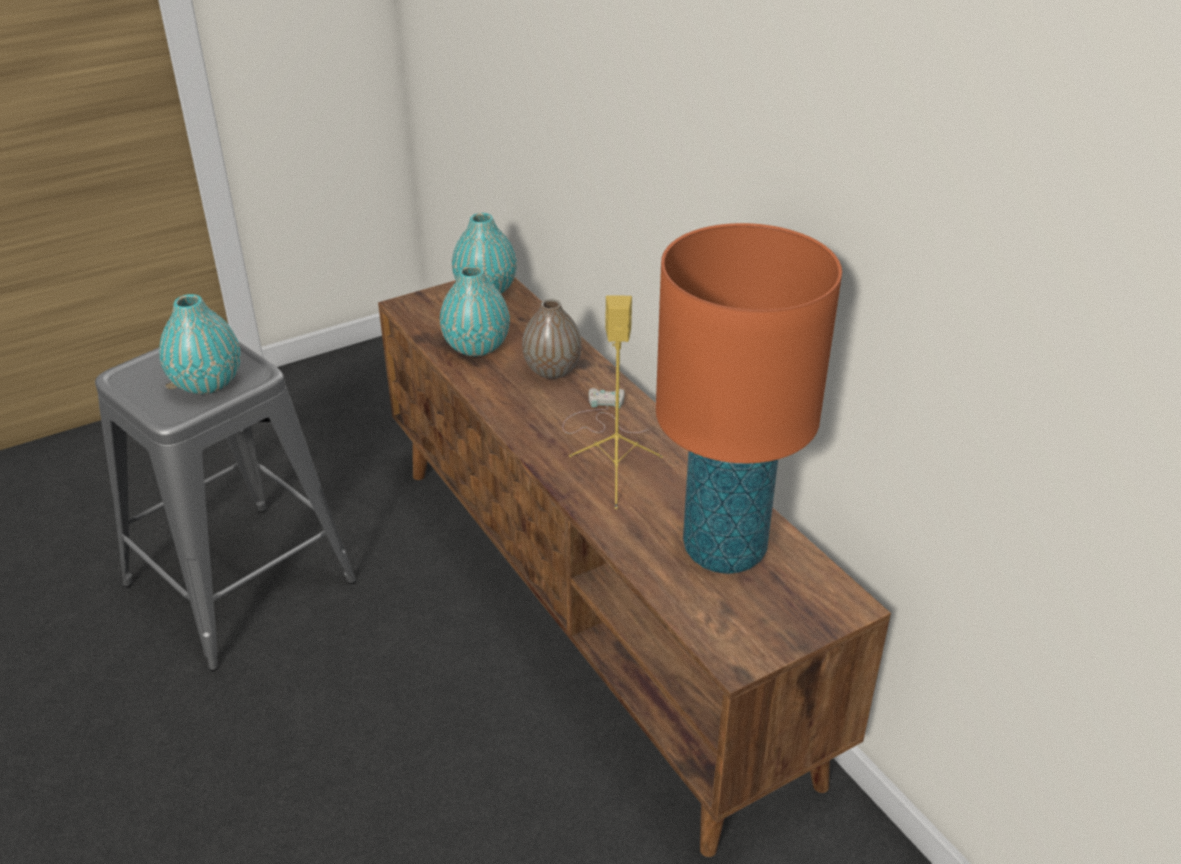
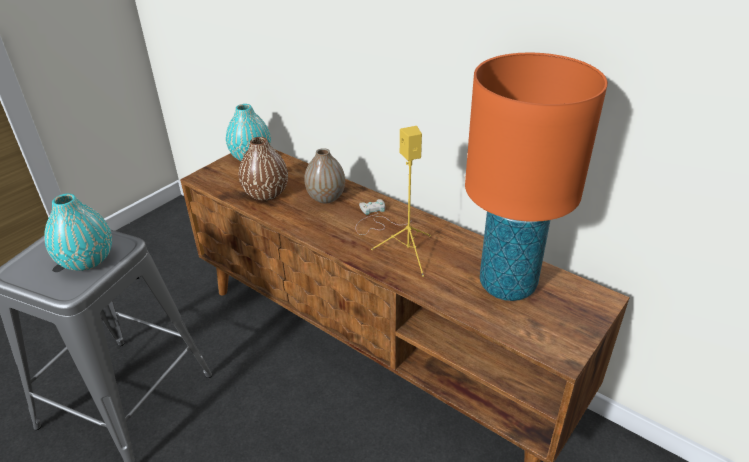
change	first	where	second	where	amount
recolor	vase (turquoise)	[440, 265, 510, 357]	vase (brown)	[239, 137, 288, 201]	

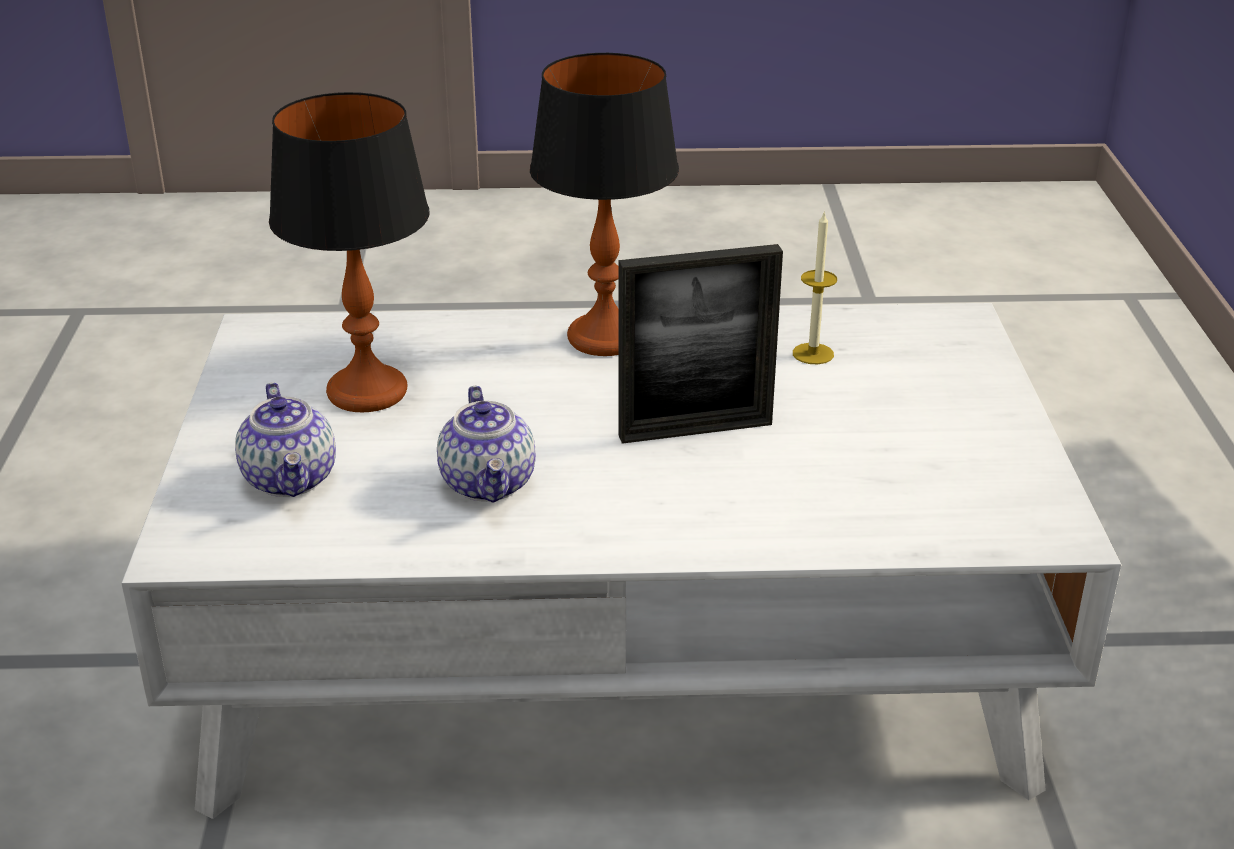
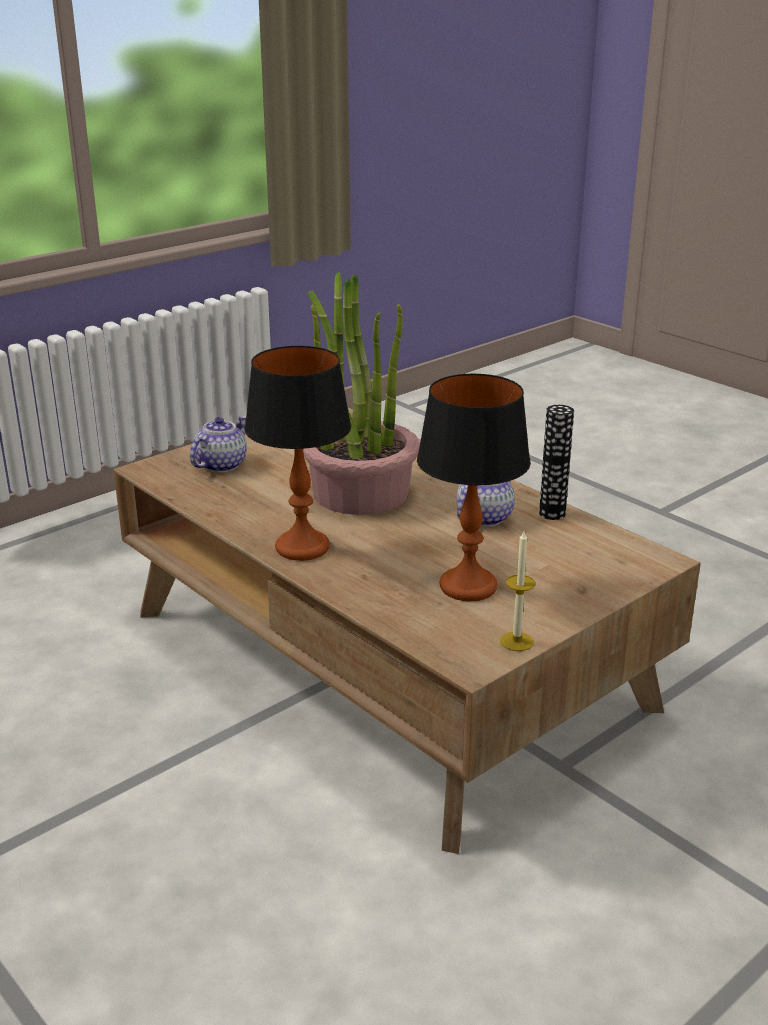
change	first	where	second	where	amount
move	candle	[793, 211, 837, 364]		[500, 531, 535, 651]	
replace	picture frame	[618, 244, 783, 444]	potted plant	[303, 272, 420, 515]	
recolor	coffee table (white)	[121, 303, 1121, 819]	coffee table (brown)	[113, 408, 701, 854]	
move	teapot	[235, 382, 336, 497]		[190, 416, 247, 473]	
insert			vase	[539, 405, 574, 520]	

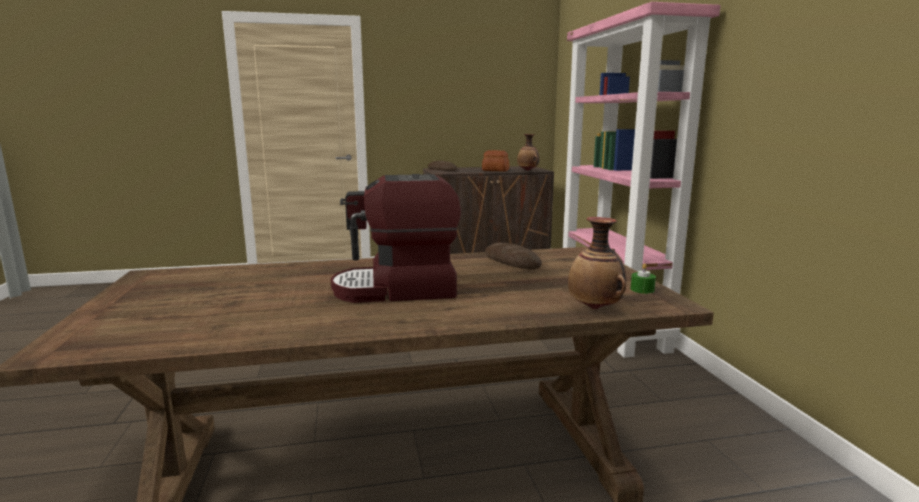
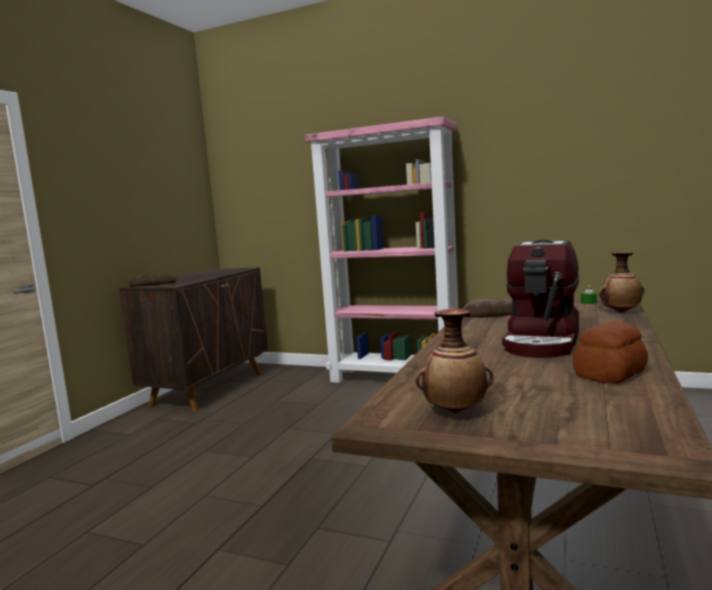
change	first	where	second	where	amount
move	vase	[517, 134, 539, 171]		[416, 309, 494, 413]	
move	bread	[482, 150, 509, 172]		[573, 321, 648, 384]	

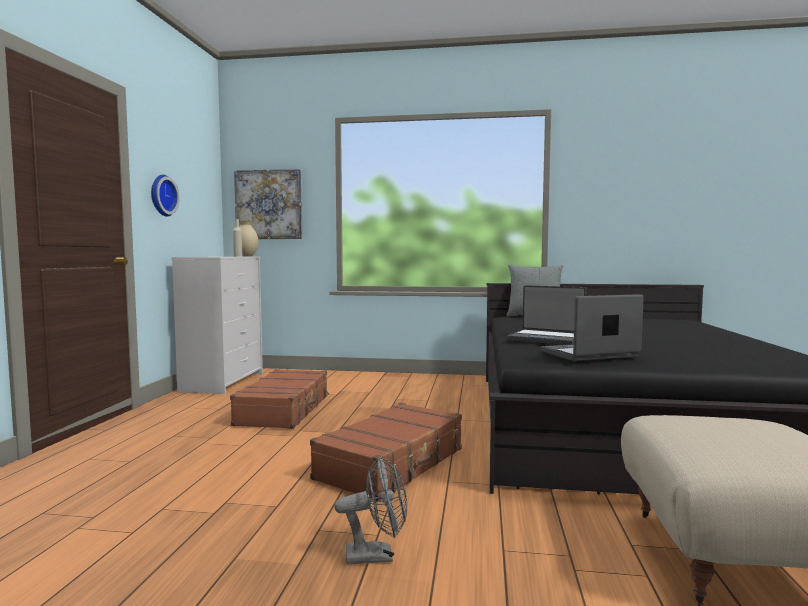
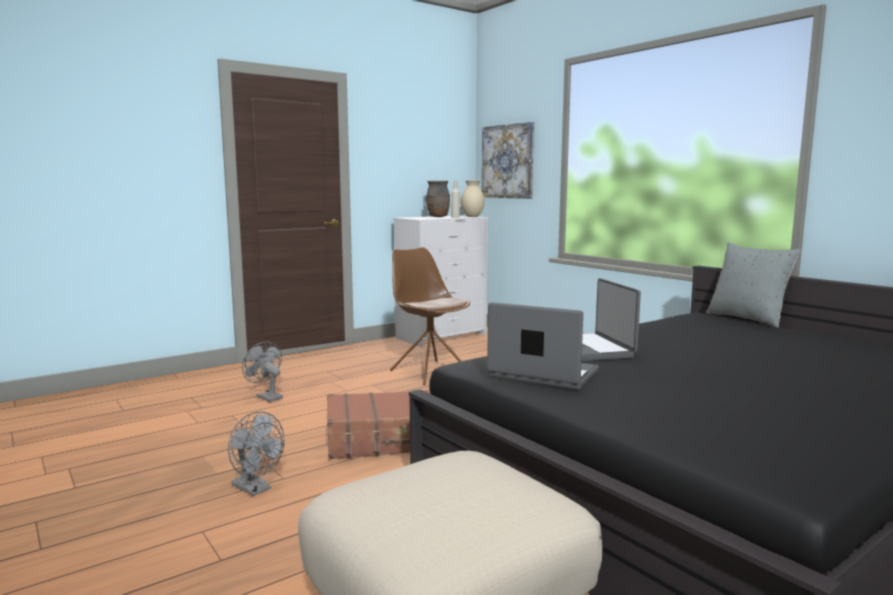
change	first	where	second	where	amount
delete	wall clock	[151, 175, 180, 217]			
replace	suitcase (brown)	[230, 369, 329, 429]	chair (brown)	[390, 247, 470, 385]	
insert			vase (brown)	[426, 181, 450, 217]	
insert			fan (grey)	[242, 342, 283, 402]	

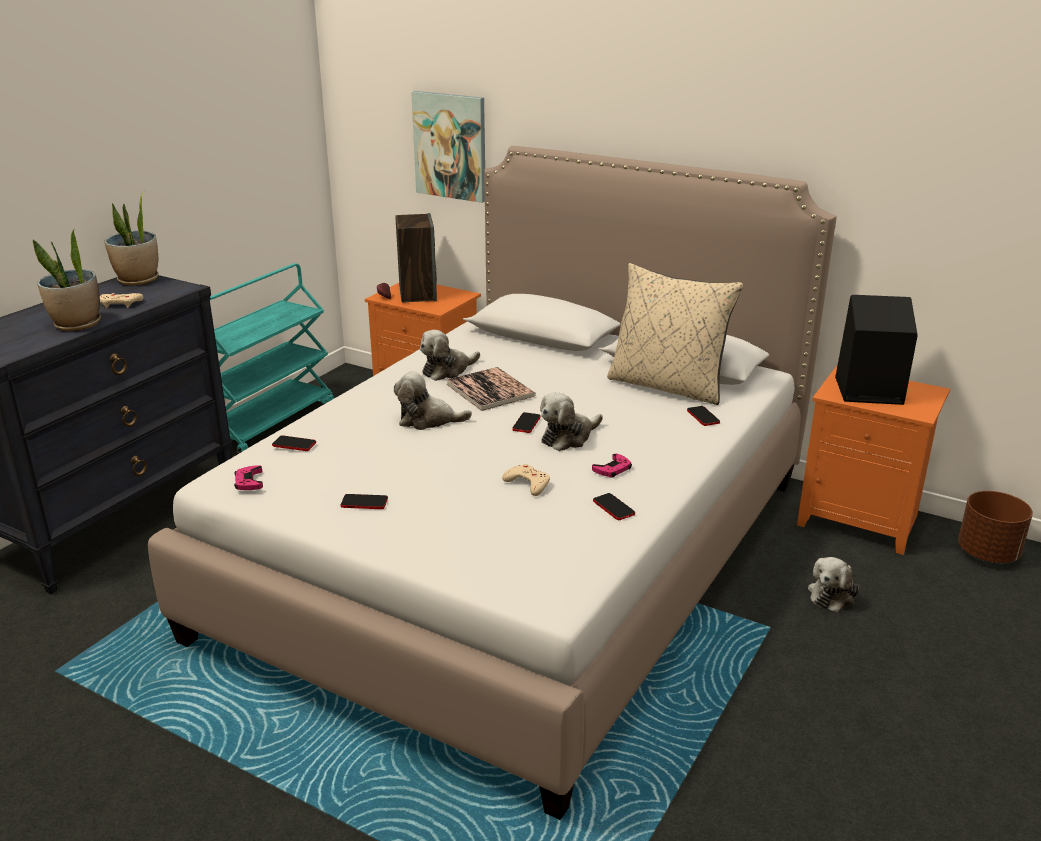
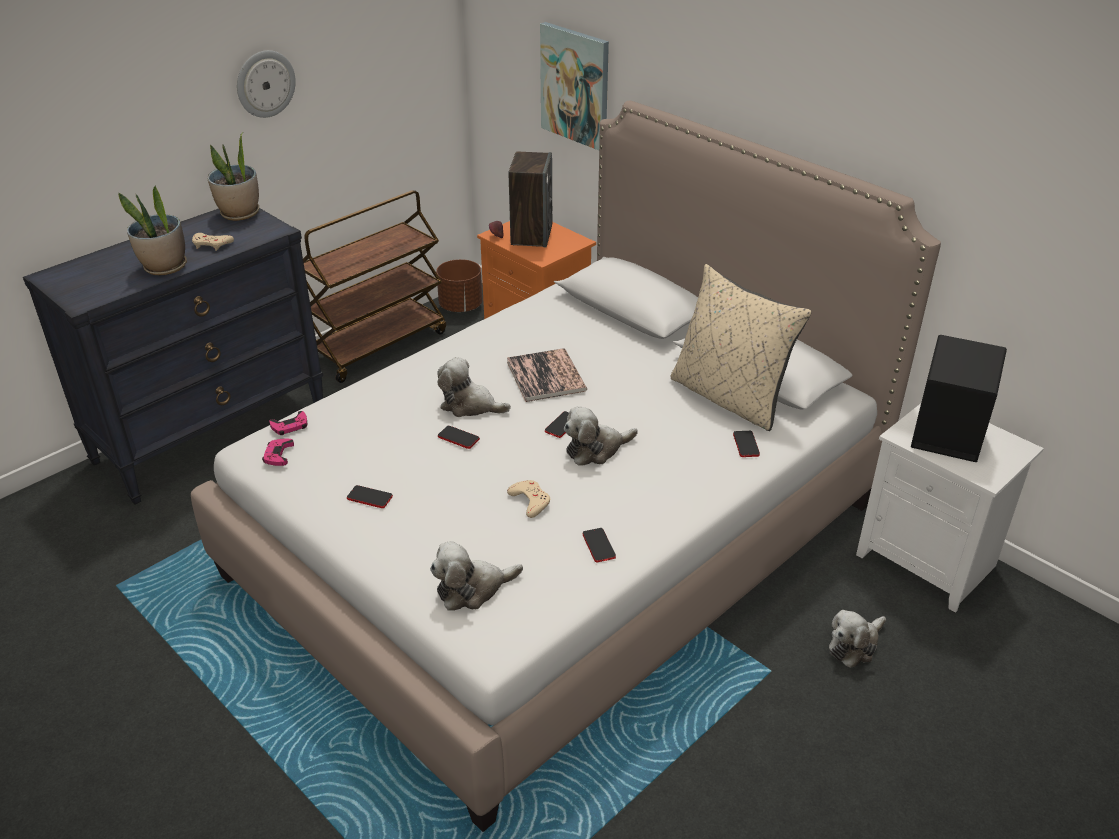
change	first	where	second	where	amount
recolor	cart (turquoise)	[210, 263, 334, 455]	cart (brown)	[303, 190, 446, 383]	
move	plush toy	[420, 330, 480, 381]		[430, 541, 523, 611]	
recolor	nightstand (orange)	[797, 366, 950, 555]	nightstand (white)	[856, 404, 1044, 613]	
move	phone	[272, 435, 316, 451]		[438, 426, 480, 449]	
move	game controller (pink)	[592, 454, 632, 478]		[270, 411, 307, 435]	
move	planter (brown)	[958, 491, 1033, 563]		[436, 259, 483, 312]	
insert			wall clock	[237, 50, 296, 118]	

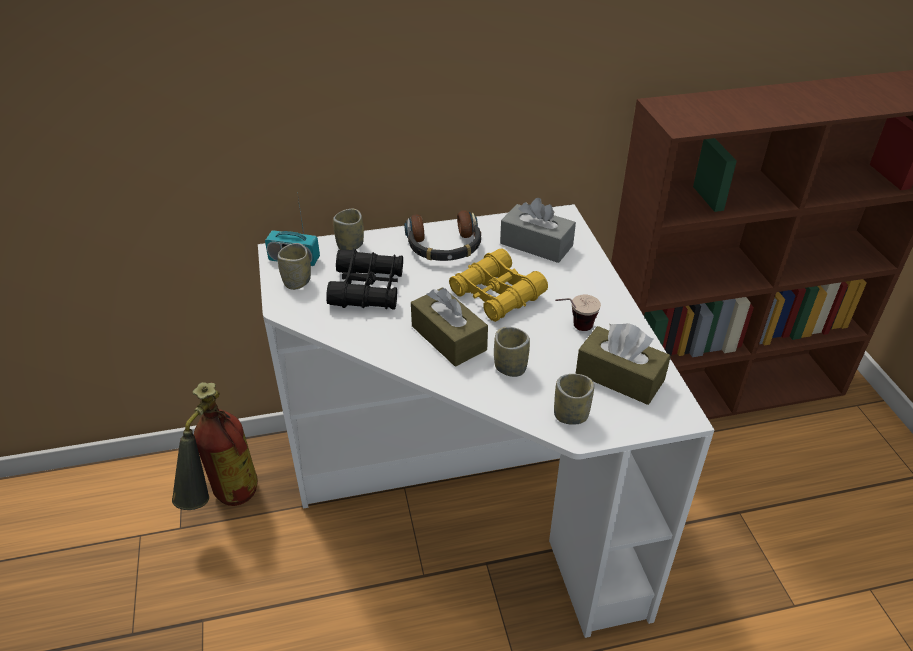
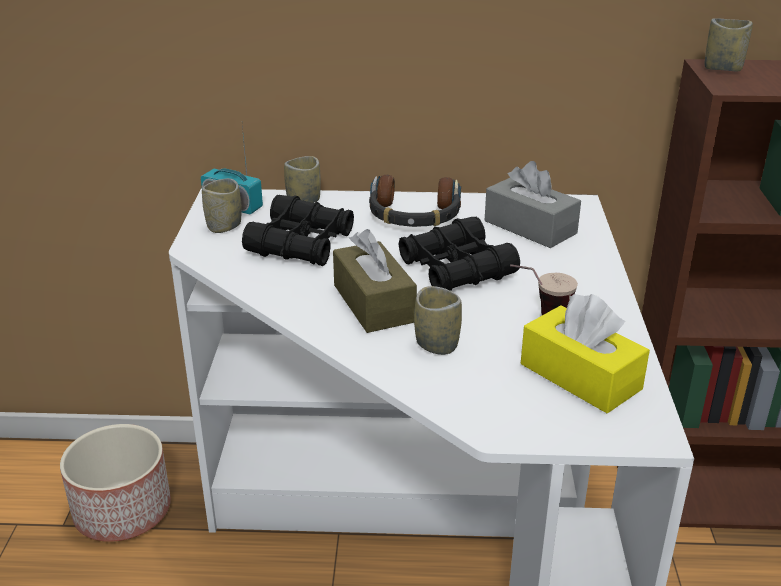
change	first	where	second	where	amount
recolor	binoculars (yellow)	[449, 248, 548, 322]	binoculars (black)	[398, 217, 520, 291]	
recolor	tissue box (brown)	[576, 323, 671, 405]	tissue box (yellow)	[521, 294, 650, 413]	
move	cup	[554, 374, 594, 425]		[705, 18, 753, 71]	
replace	fire extinguisher	[172, 382, 258, 510]	planter	[60, 424, 171, 542]	

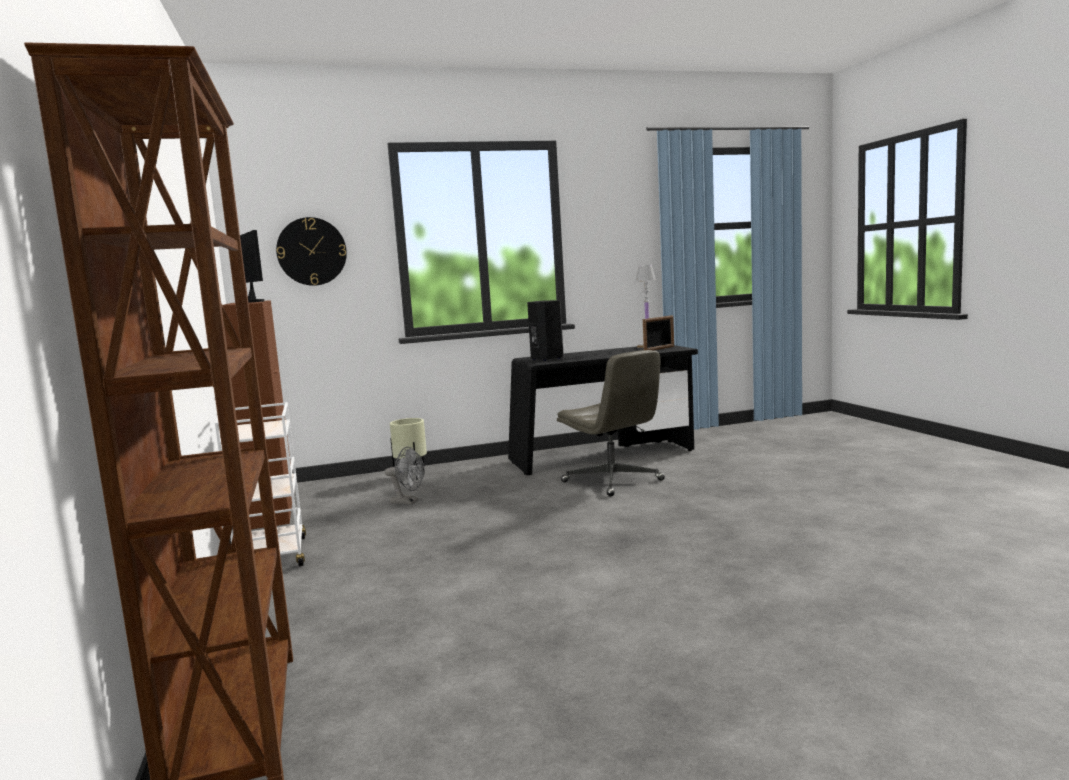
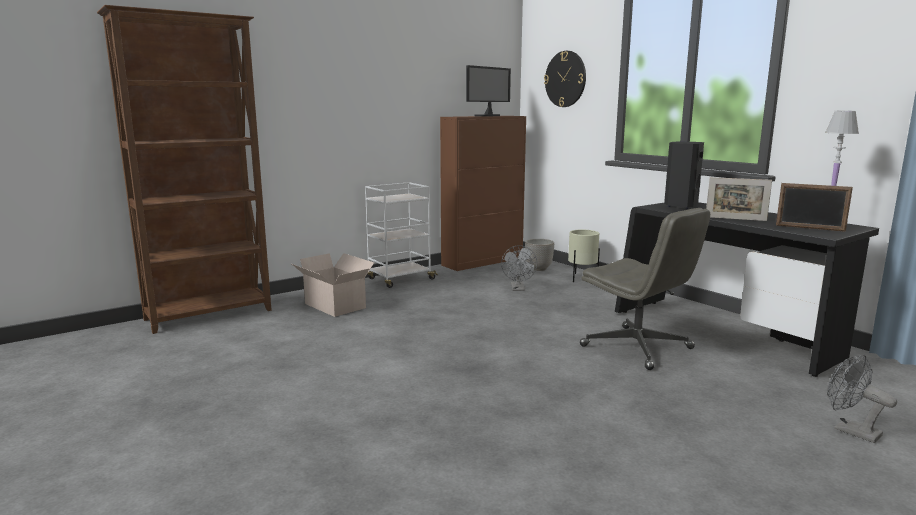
change	first	where	second	where	amount
rotate	office chair (grey)	[557, 350, 665, 496]		[580, 208, 710, 370]	75 degrees counterclockwise
insert			picture frame	[706, 177, 772, 221]	
insert			planter	[525, 239, 554, 271]	
insert			cardboard box	[292, 253, 374, 317]	
insert			fan (grey)	[827, 354, 897, 443]	

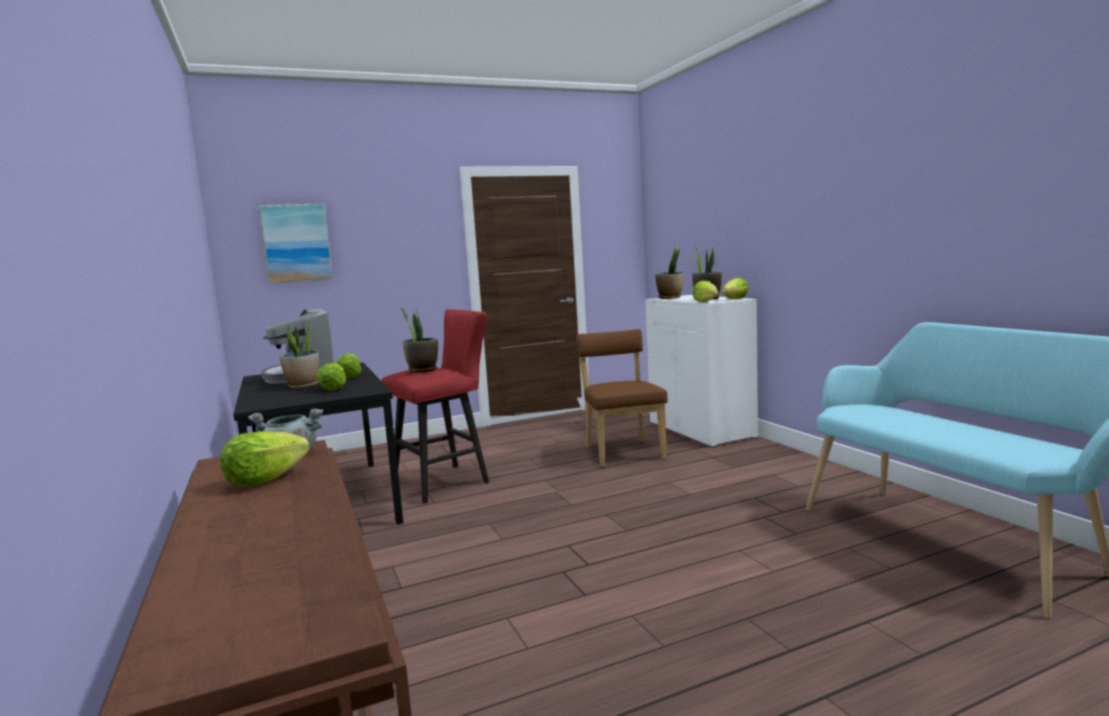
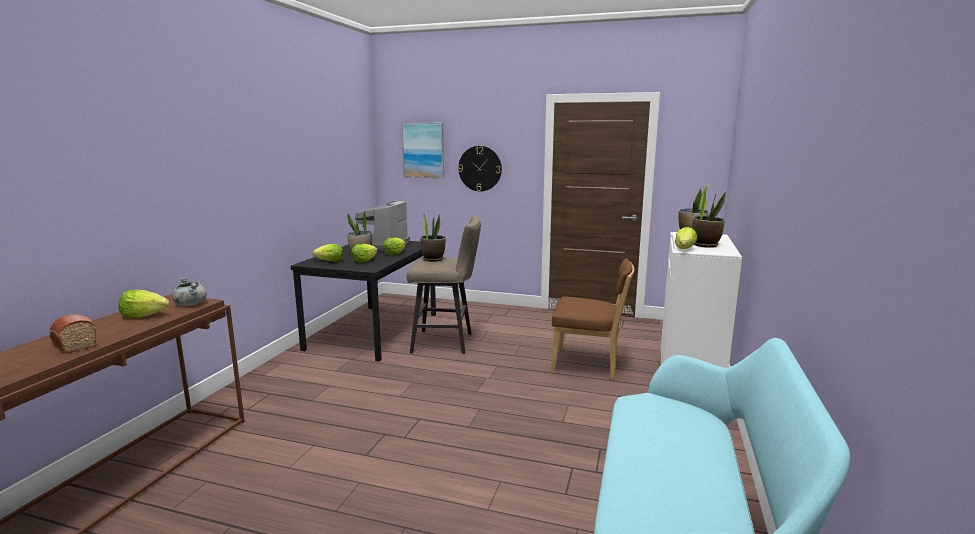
change	first	where	second	where	amount
move	lettuce	[722, 278, 749, 299]		[313, 244, 343, 261]	
recolor	stool (red)	[382, 309, 489, 504]	stool (beige)	[407, 216, 481, 354]	
rotate	chair (brown)	[576, 329, 667, 467]		[551, 258, 634, 380]	75 degrees clockwise
insert			wall clock	[458, 146, 502, 191]	
insert			bread	[50, 314, 96, 353]	

